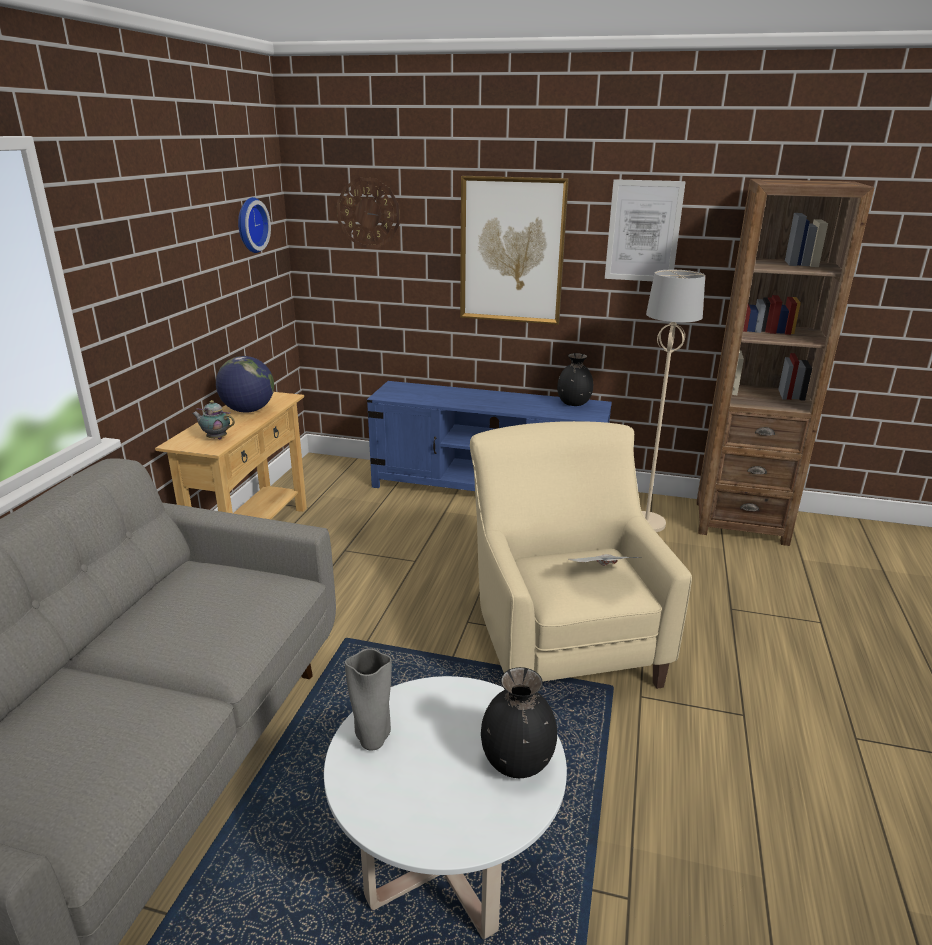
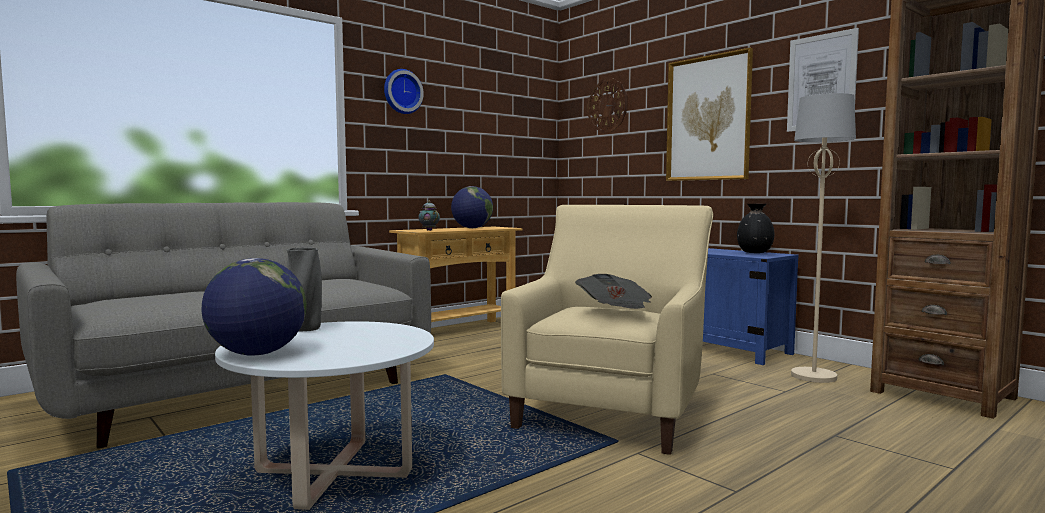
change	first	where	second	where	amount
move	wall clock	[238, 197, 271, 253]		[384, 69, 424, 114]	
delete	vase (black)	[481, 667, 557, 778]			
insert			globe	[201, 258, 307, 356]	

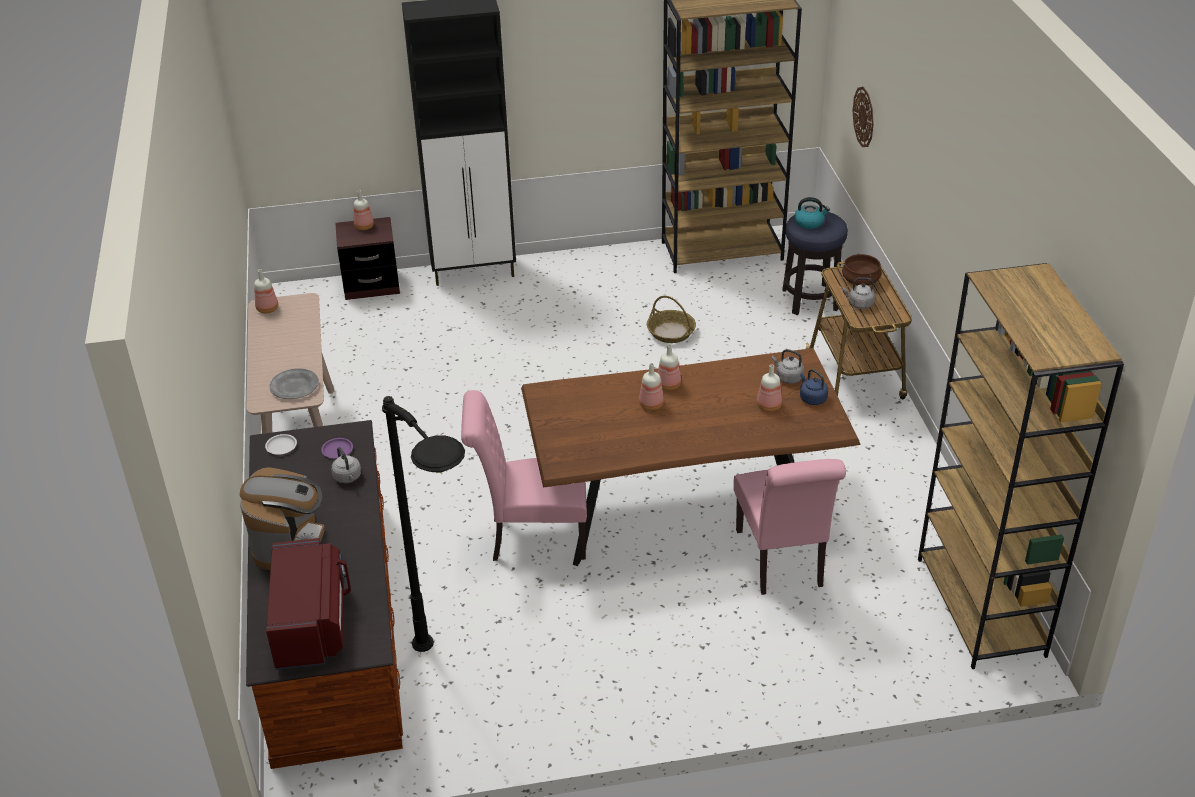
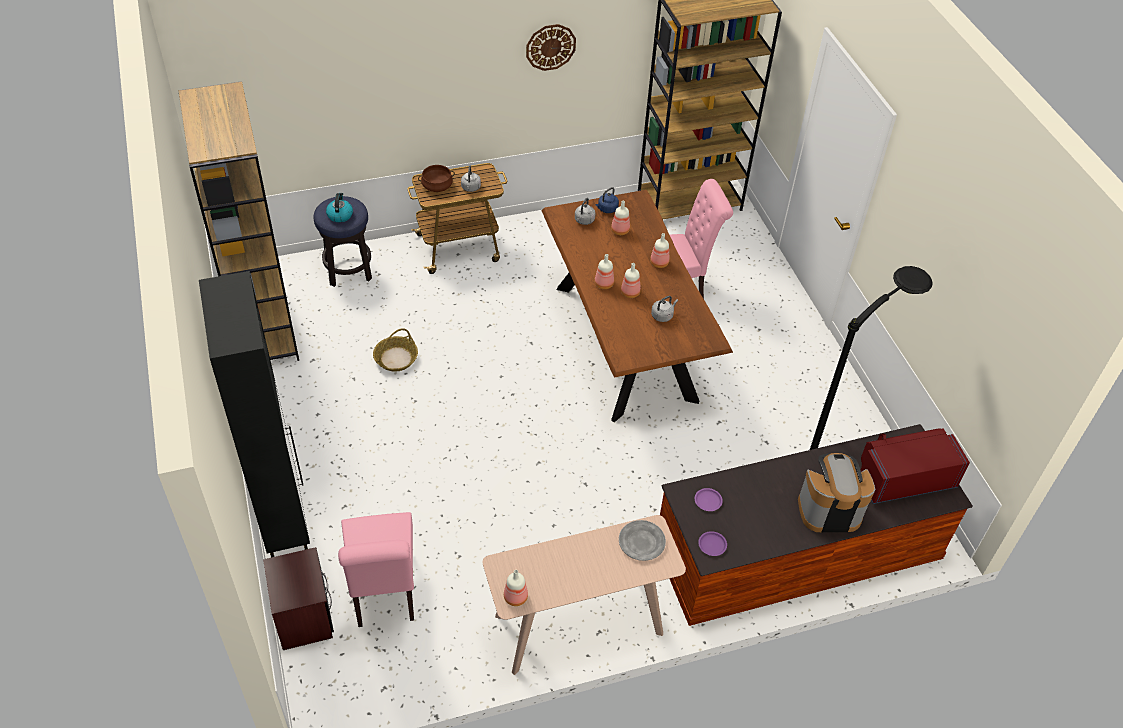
change	first	where	second	where	amount
move	wall clock	[853, 87, 874, 147]		[526, 24, 576, 71]	
move	bottle	[354, 191, 374, 230]		[650, 233, 670, 268]	
move	chair (pink)	[461, 390, 587, 561]		[338, 512, 414, 627]	
recolor	plate (white)	[265, 434, 297, 455]	plate (purple)	[698, 531, 727, 556]	
move	kettle (grey)	[331, 447, 361, 483]		[651, 296, 678, 322]	

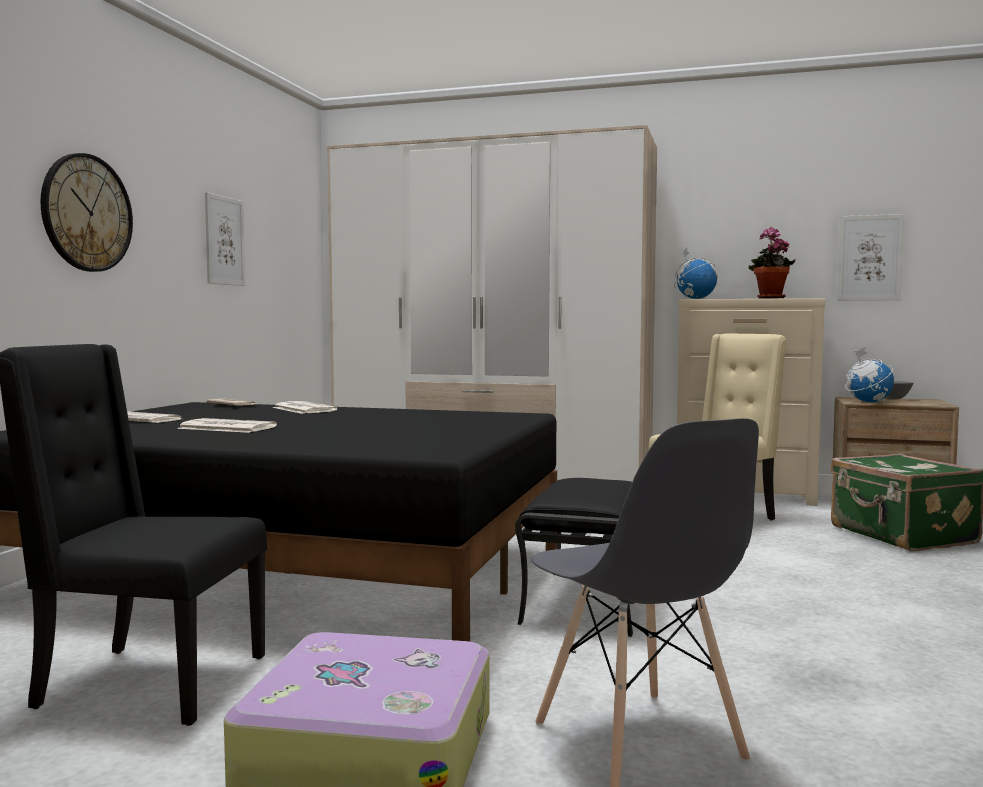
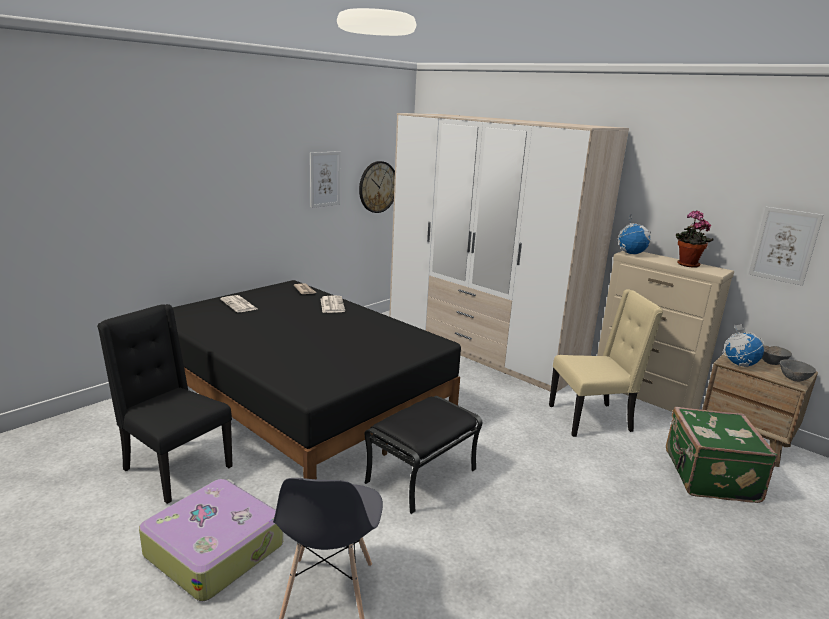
change	first	where	second	where	amount
move	wall clock	[41, 153, 133, 272]		[359, 161, 395, 213]	
delete	newspaper	[177, 418, 277, 433]			
insert			bowl (grey)	[780, 359, 816, 382]	

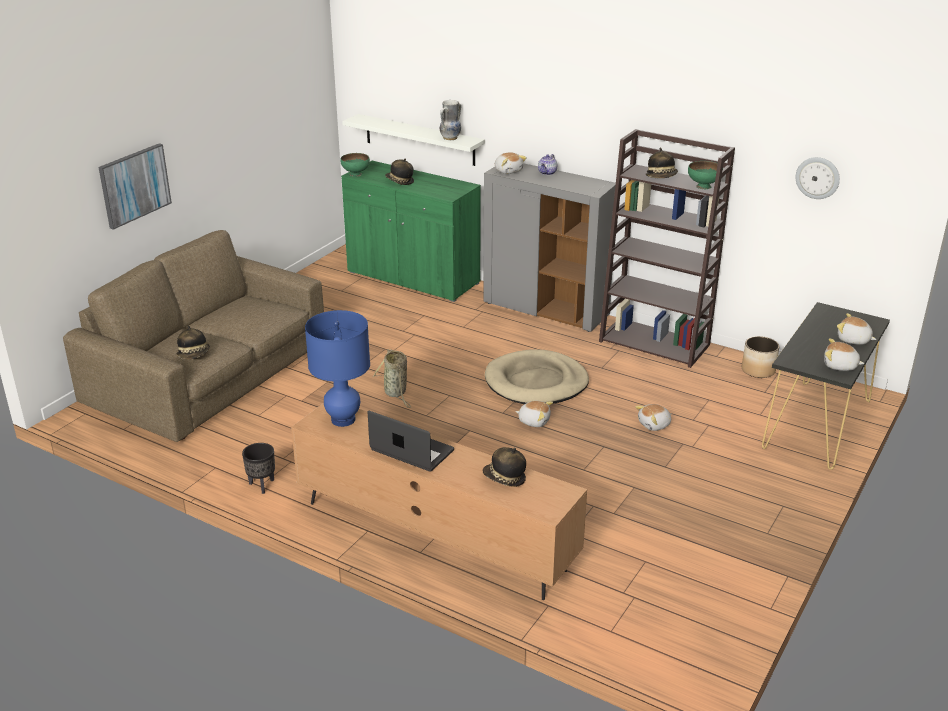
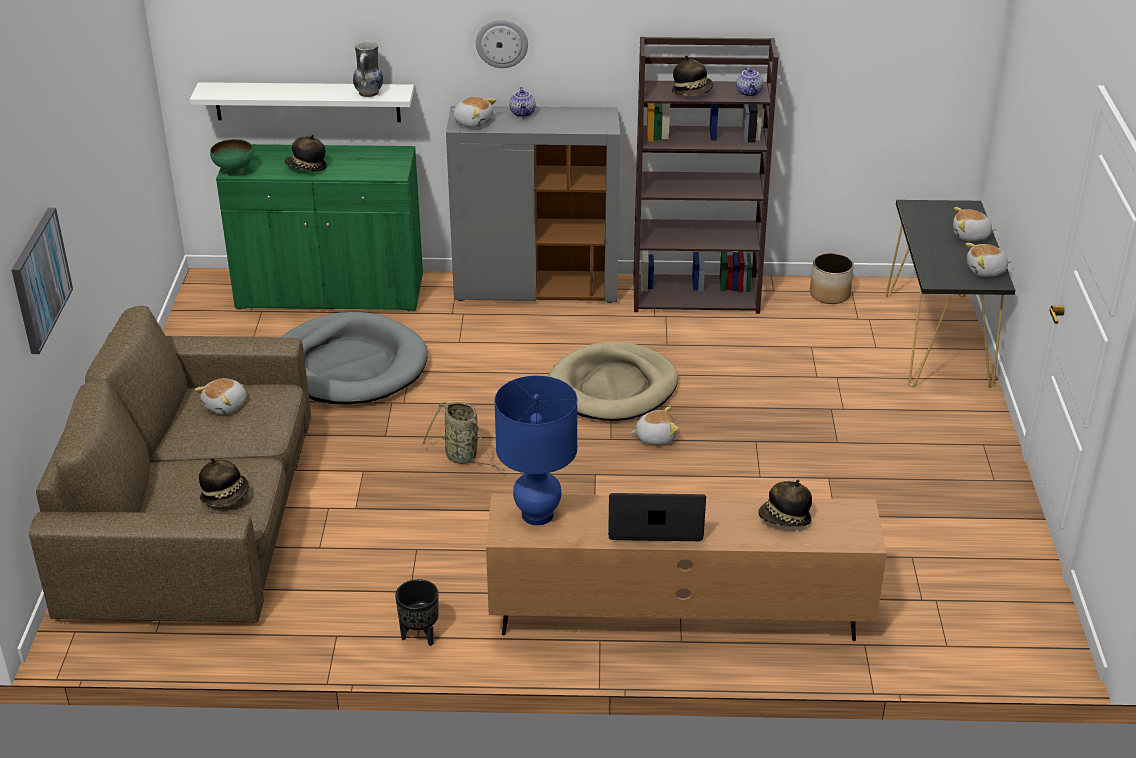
change	first	where	second	where	amount
move	wall clock	[795, 157, 840, 199]		[476, 20, 528, 68]	
replace	bowl (green)	[688, 161, 718, 189]	teapot	[736, 66, 763, 97]	
move	plush toy	[635, 404, 671, 431]		[194, 378, 246, 415]	
insert			dog bed (grey)	[281, 312, 428, 404]	

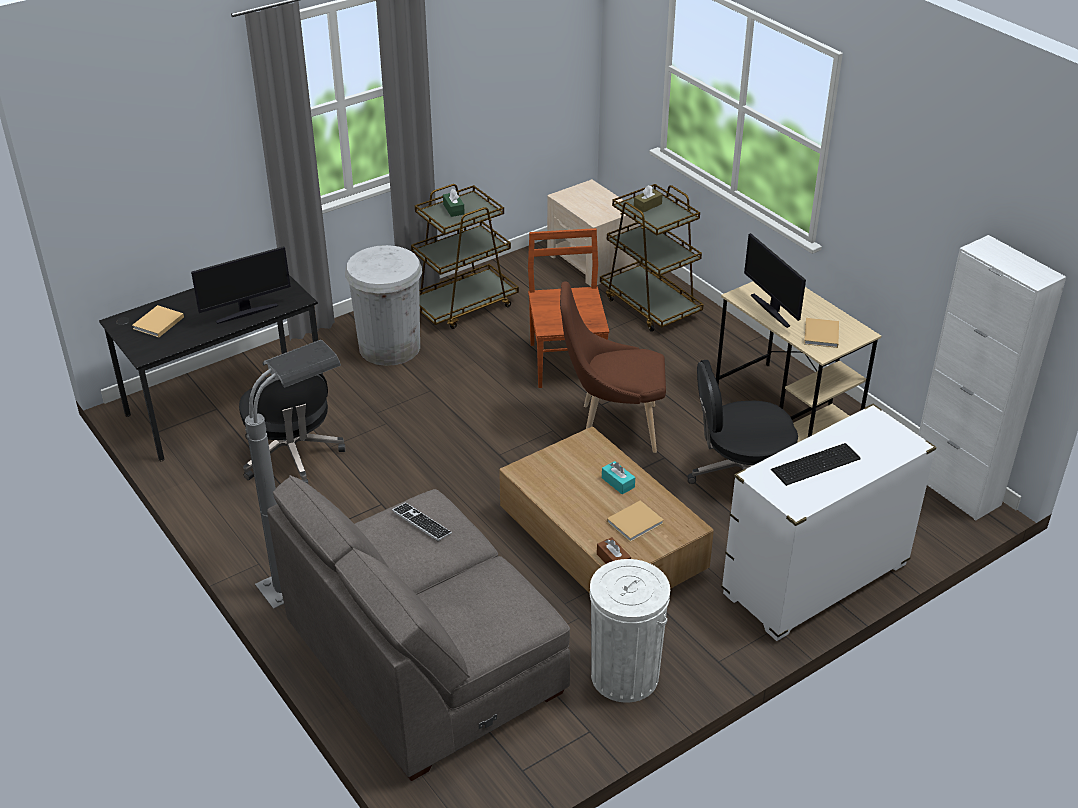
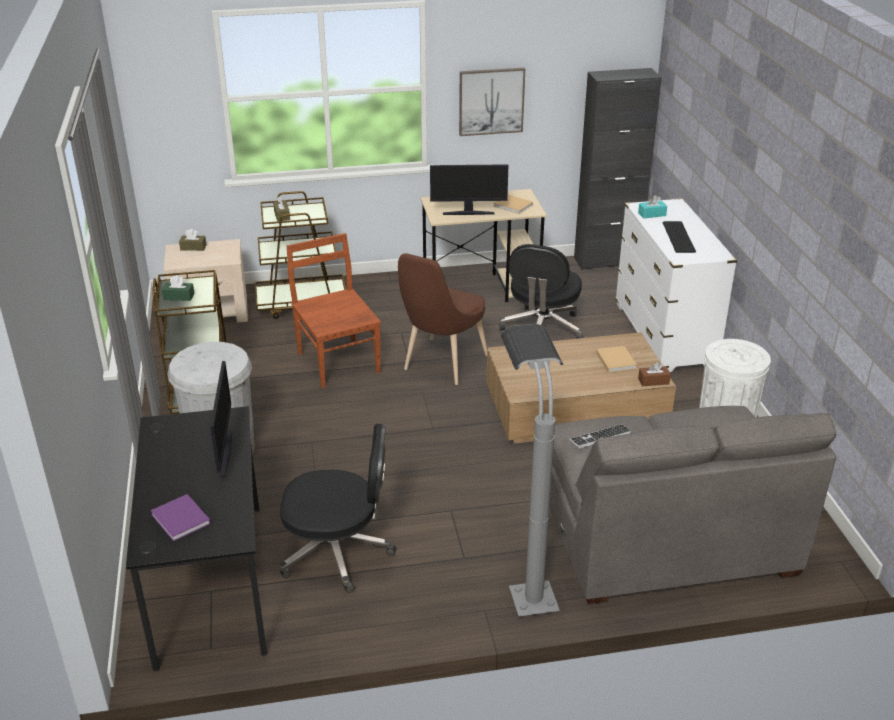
change	first	where	second	where	amount
rotate	chair (brown)	[528, 228, 609, 388]		[287, 233, 381, 388]	45 degrees clockwise
recolor	cabinet (white)	[918, 235, 1066, 521]	cabinet (black)	[574, 68, 662, 270]	
recolor	book (beige)	[132, 305, 184, 338]	book (purple)	[150, 494, 211, 541]	
move	tissue box (turquoise)	[602, 461, 635, 494]		[638, 195, 667, 218]	
insert			picture	[459, 68, 525, 136]	
insert			tissue box (brown)	[179, 229, 206, 251]	

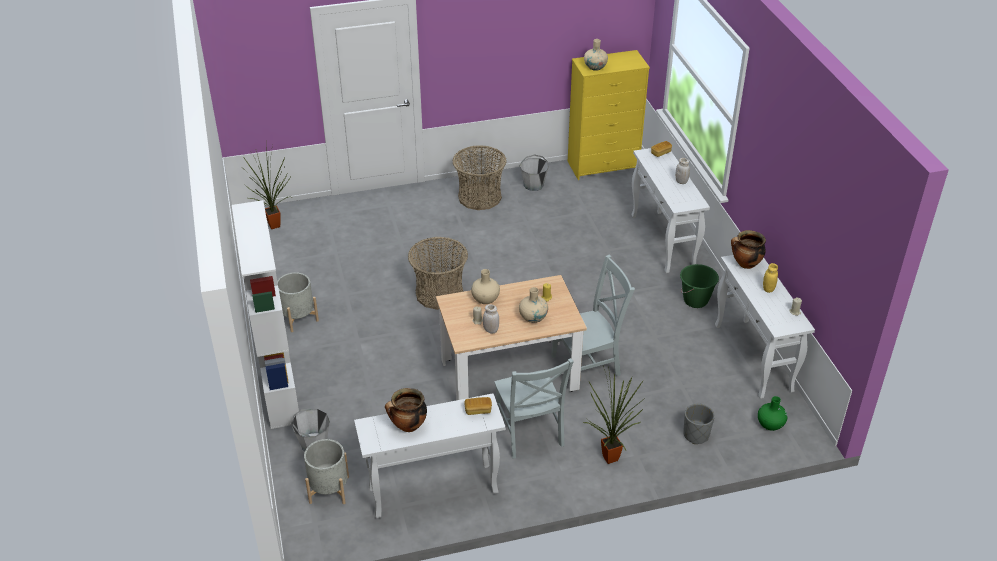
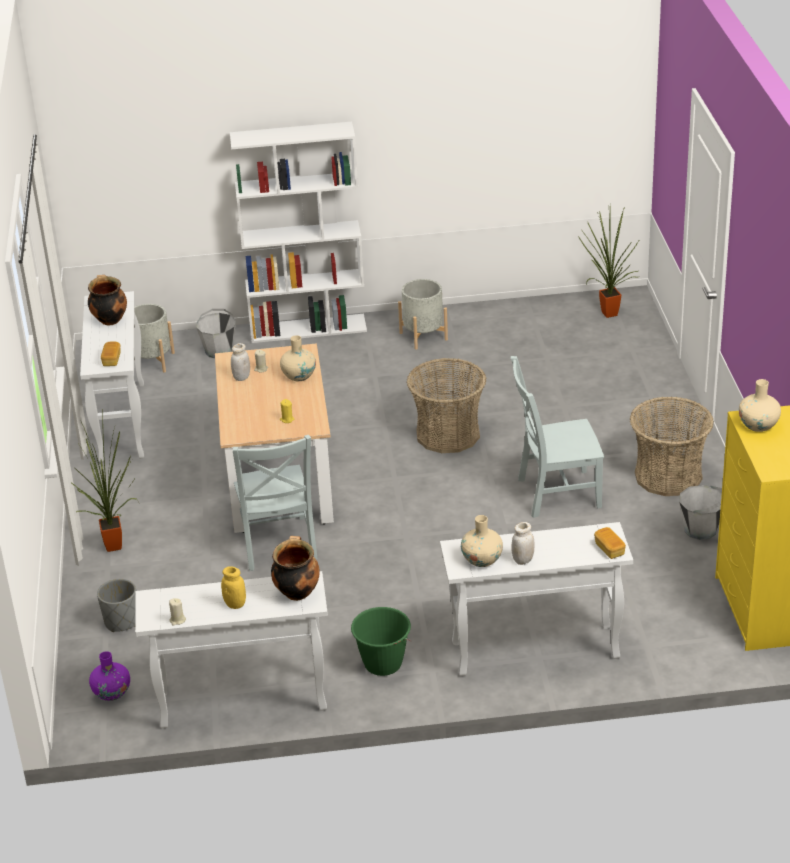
change	first	where	second	where	amount
move	vase (beige)	[519, 287, 548, 323]		[461, 515, 503, 567]	
move	chair (grey)	[494, 358, 574, 458]		[511, 356, 604, 518]	
recolor	vase (green)	[758, 396, 788, 431]	vase (purple)	[89, 651, 130, 701]	

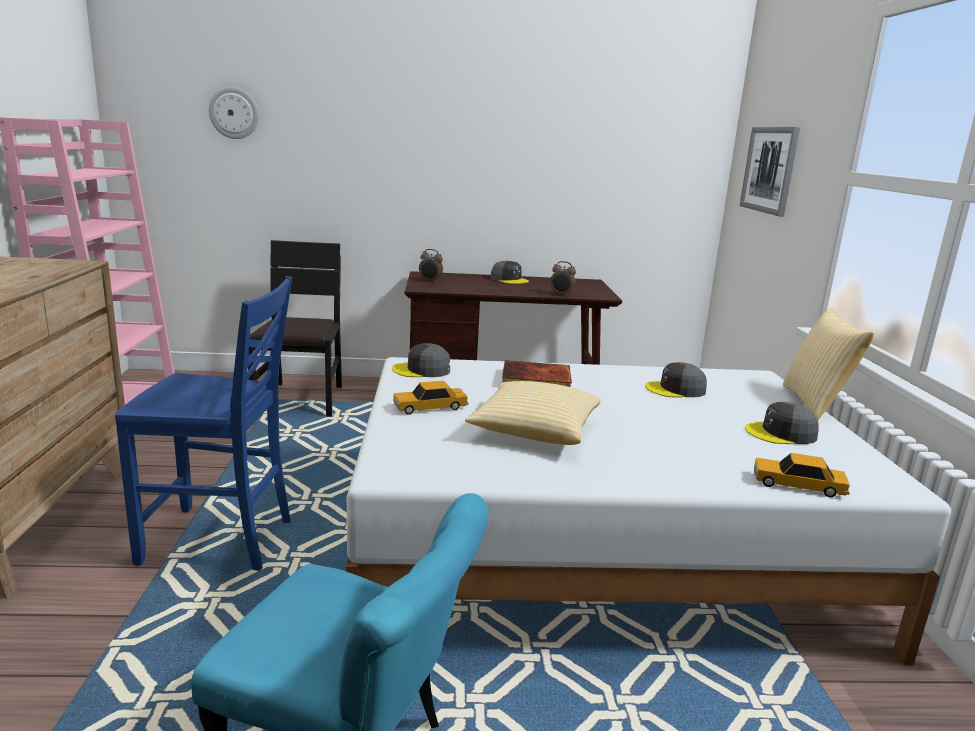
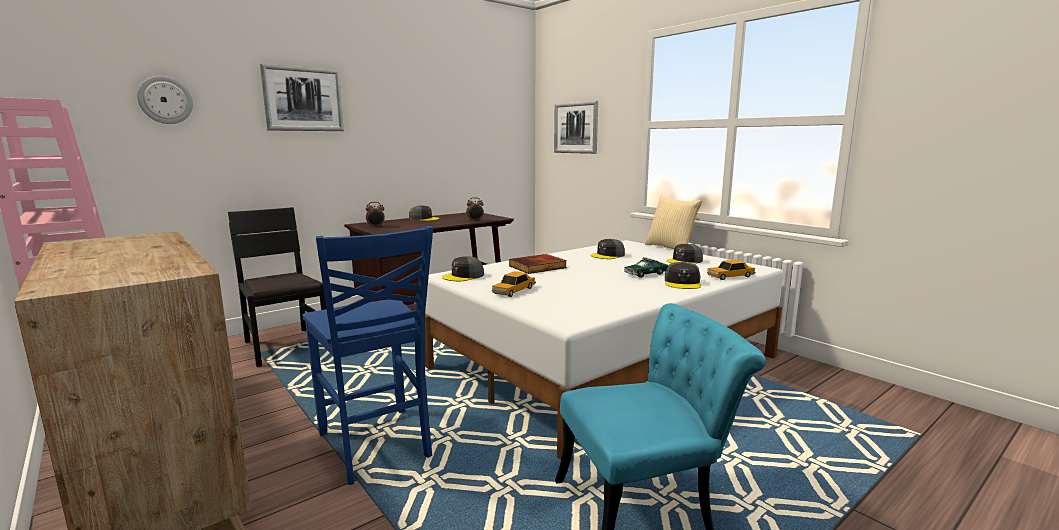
change	first	where	second	where	amount
rotate	chair (blue)	[115, 276, 292, 571]		[302, 226, 433, 485]	90 degrees clockwise
delete	pillow	[465, 381, 601, 445]			
insert			picture	[260, 64, 344, 131]	
insert			toy car	[624, 257, 668, 278]	
insert			cap (grey)	[665, 262, 701, 289]	

